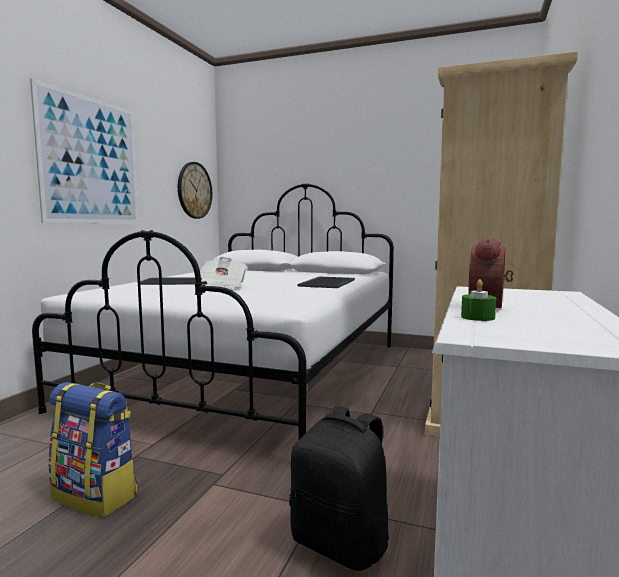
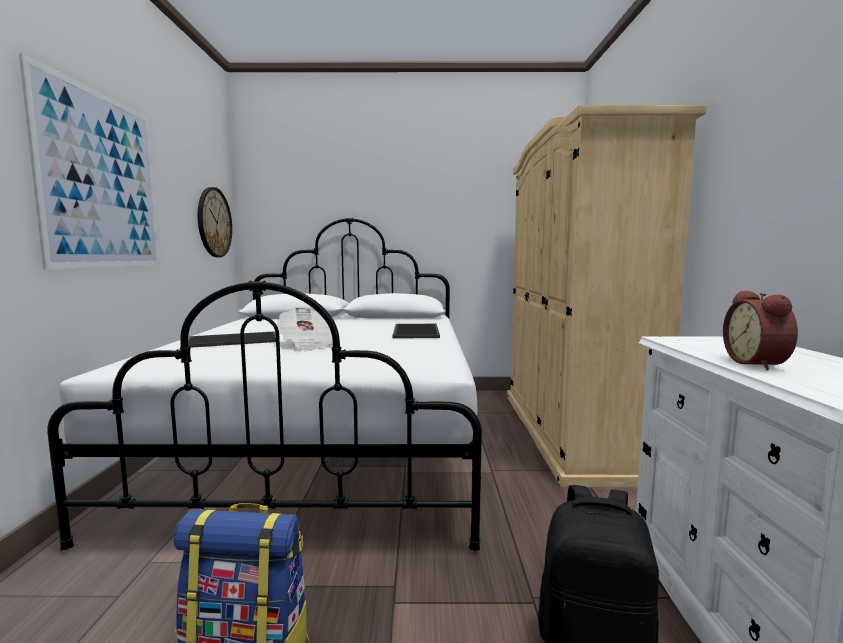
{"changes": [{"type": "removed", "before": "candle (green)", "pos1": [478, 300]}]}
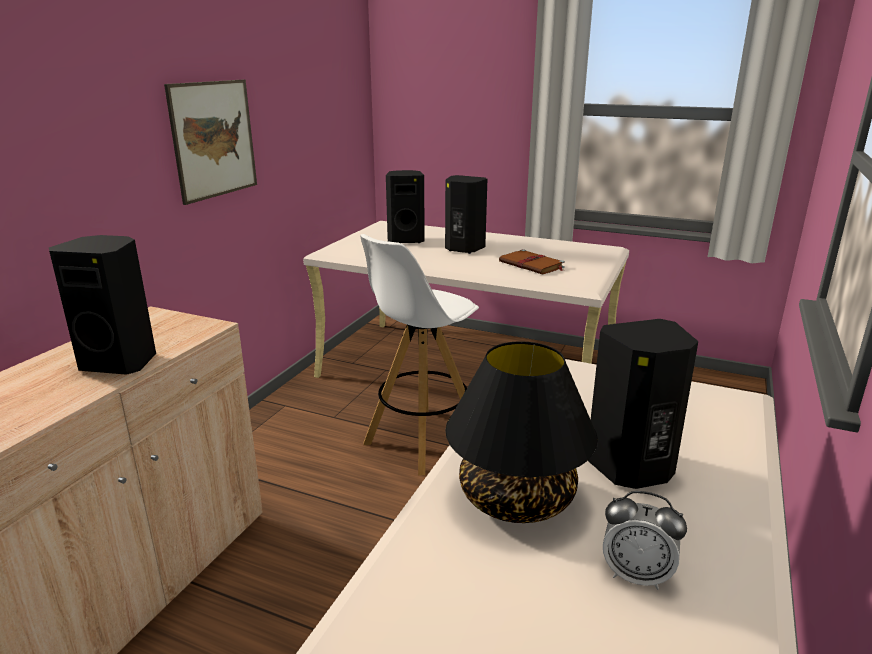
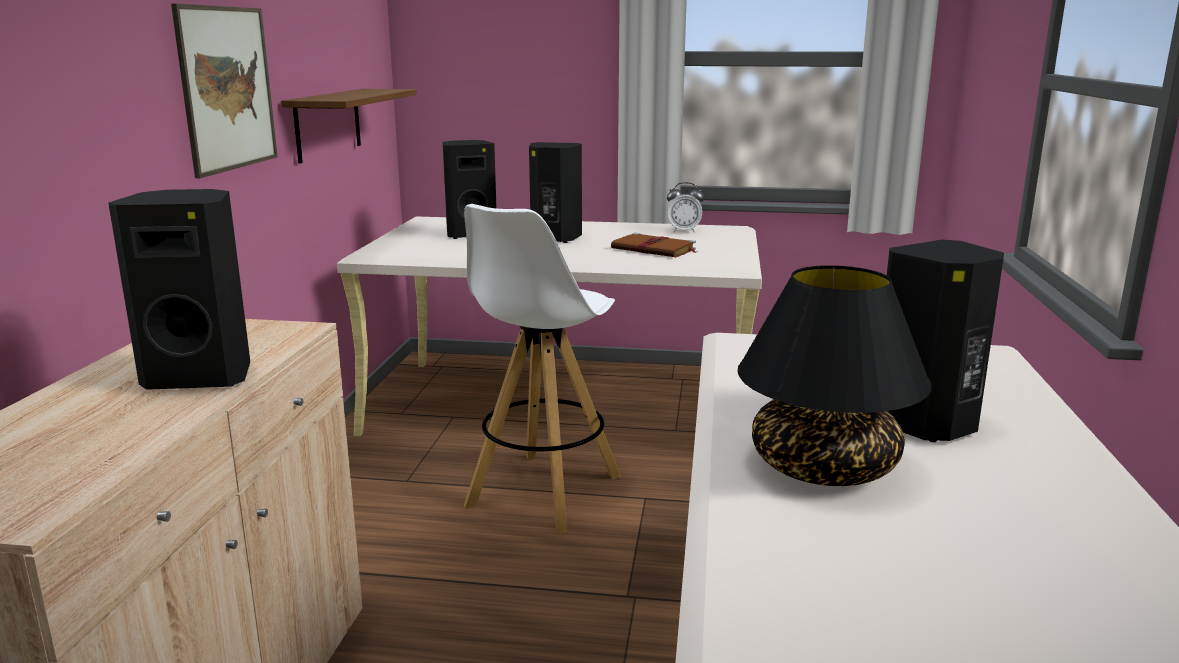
{"changes": [{"type": "added", "after": "shelf", "pos2": [349, 126]}, {"type": "moved", "before": "alarm clock", "pos1": [645, 540], "pos2": [685, 207]}]}
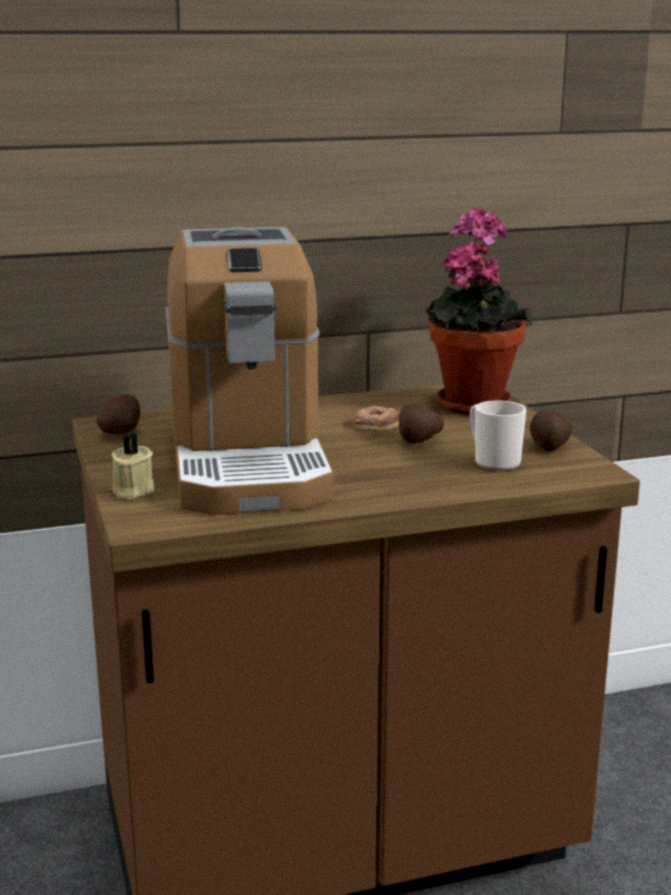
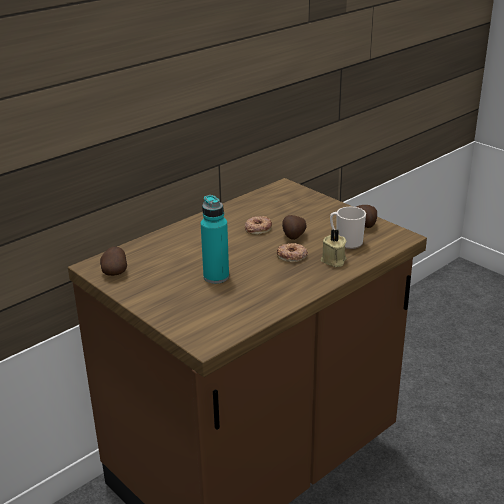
{"changes": [{"type": "replaced", "before": "coffee machine", "after": "bottle (turquoise)", "pos1": [250, 371], "pos2": [215, 239]}, {"type": "added", "after": "donut", "pos2": [292, 252]}, {"type": "moved", "before": "candle (beige)", "pos1": [133, 466], "pos2": [334, 248]}, {"type": "removed", "before": "potted plant", "pos1": [479, 311]}]}
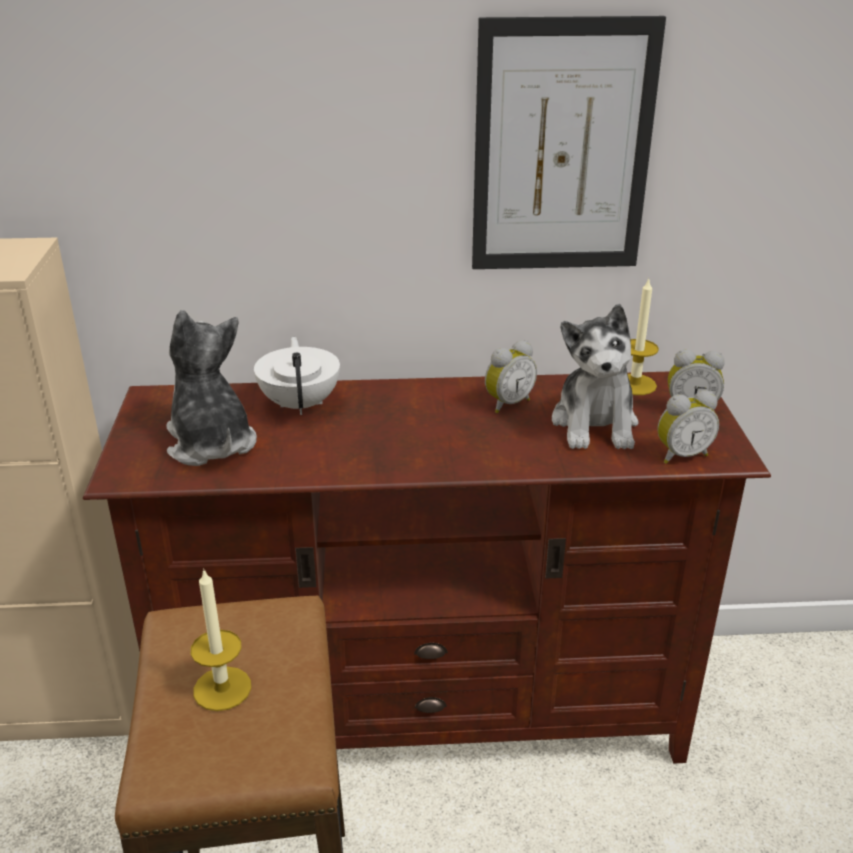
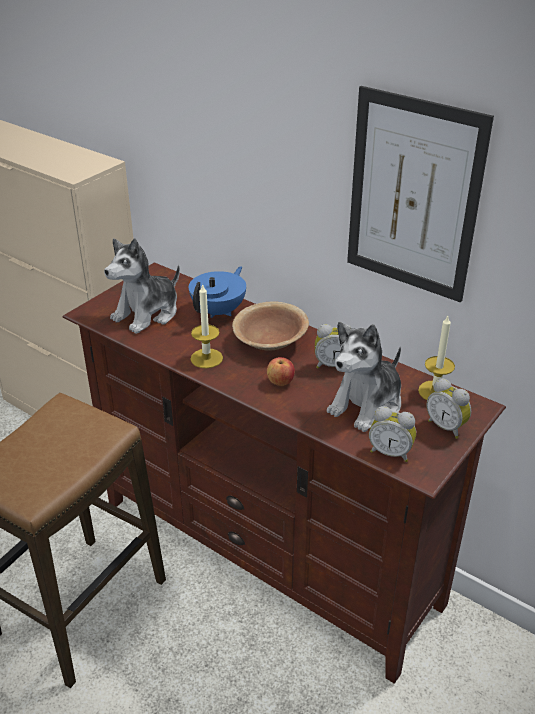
{"changes": [{"type": "turned", "before": "plush toy", "pos1": [211, 388], "pos2": [142, 286], "turn": -150}, {"type": "recoloured", "before": "teapot (white)", "after": "teapot (blue)", "pos1": [297, 376], "pos2": [217, 292]}, {"type": "moved", "before": "candle", "pos1": [221, 639], "pos2": [206, 325]}, {"type": "added", "after": "bowl (brown)", "pos2": [270, 326]}, {"type": "added", "after": "apple", "pos2": [281, 371]}]}
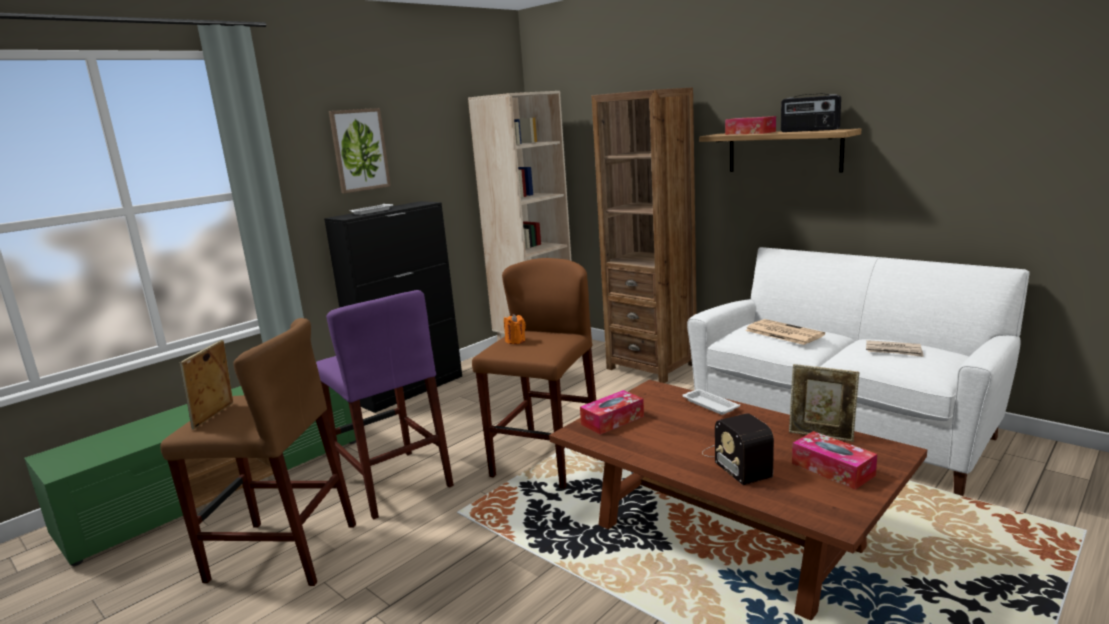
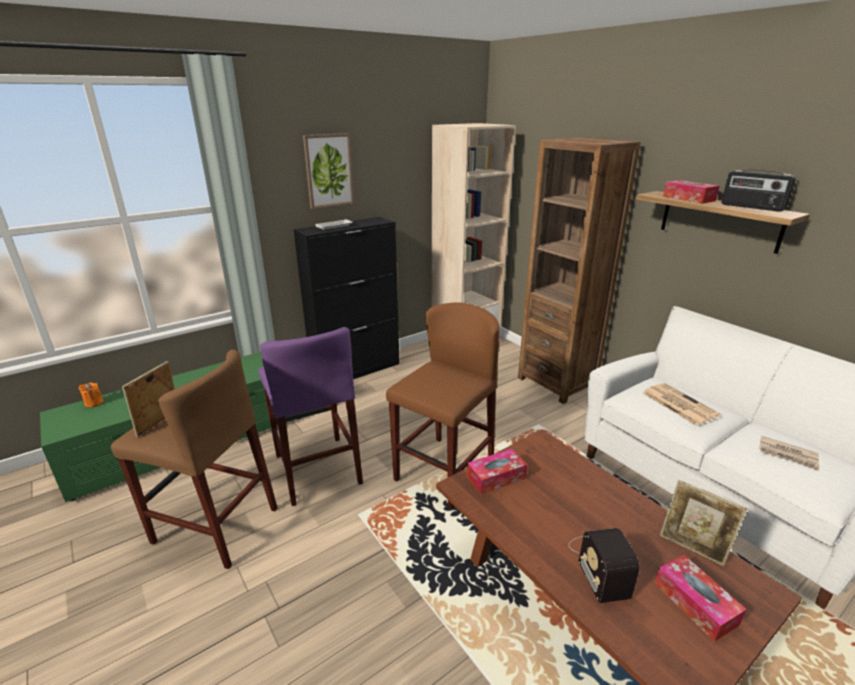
{"changes": [{"type": "moved", "before": "candle (orange)", "pos1": [515, 329], "pos2": [91, 395]}, {"type": "removed", "before": "tray (white)", "pos1": [711, 402]}]}
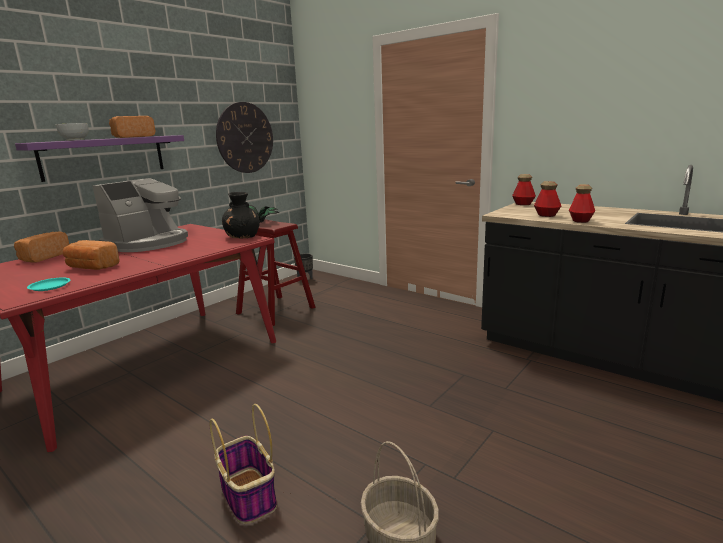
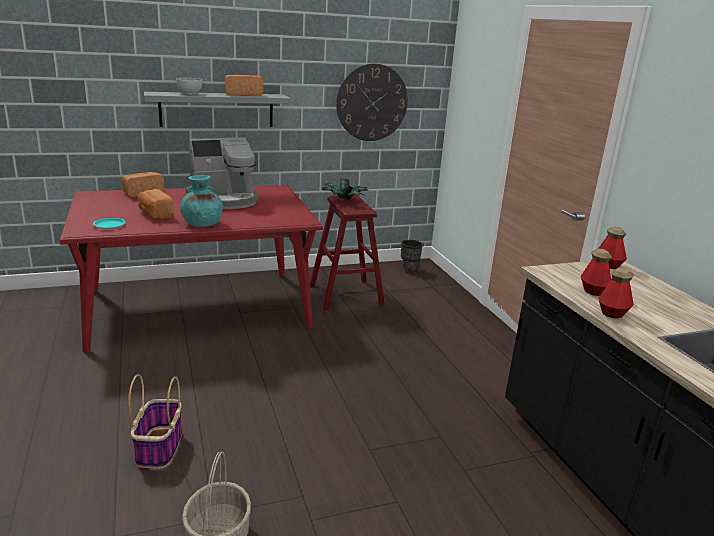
{"changes": [{"type": "recoloured", "before": "shelf (purple)", "after": "shelf (grey)", "pos1": [99, 158], "pos2": [217, 109]}, {"type": "added", "after": "vase (turquoise)", "pos2": [201, 201]}, {"type": "removed", "before": "vase (black)", "pos1": [241, 215]}]}
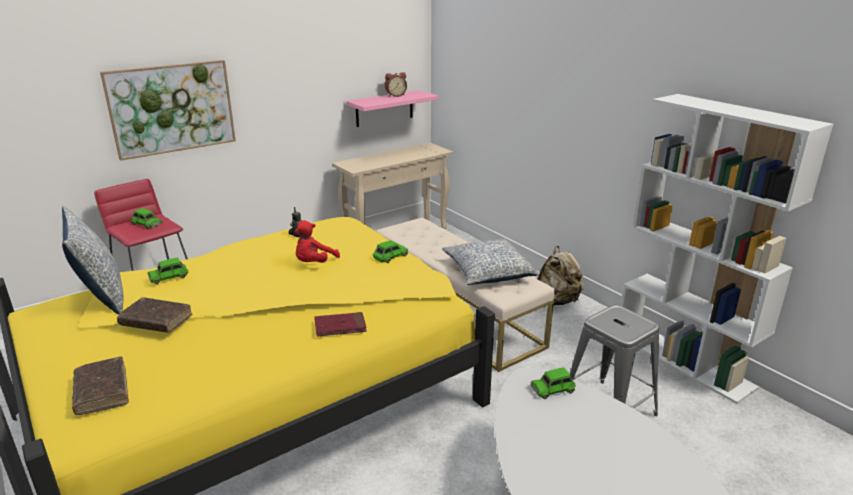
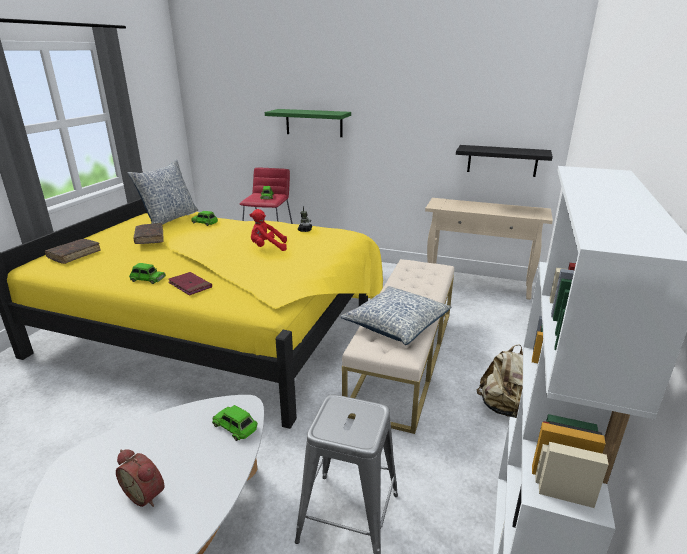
{"changes": [{"type": "moved", "before": "alarm clock", "pos1": [396, 84], "pos2": [140, 478]}, {"type": "moved", "before": "toy car (green)", "pos1": [390, 251], "pos2": [147, 273]}, {"type": "replaced", "before": "picture", "after": "shelf (green)", "pos1": [168, 110], "pos2": [308, 123]}, {"type": "recoloured", "before": "shelf (pink)", "after": "shelf (black)", "pos1": [392, 108], "pos2": [504, 161]}]}
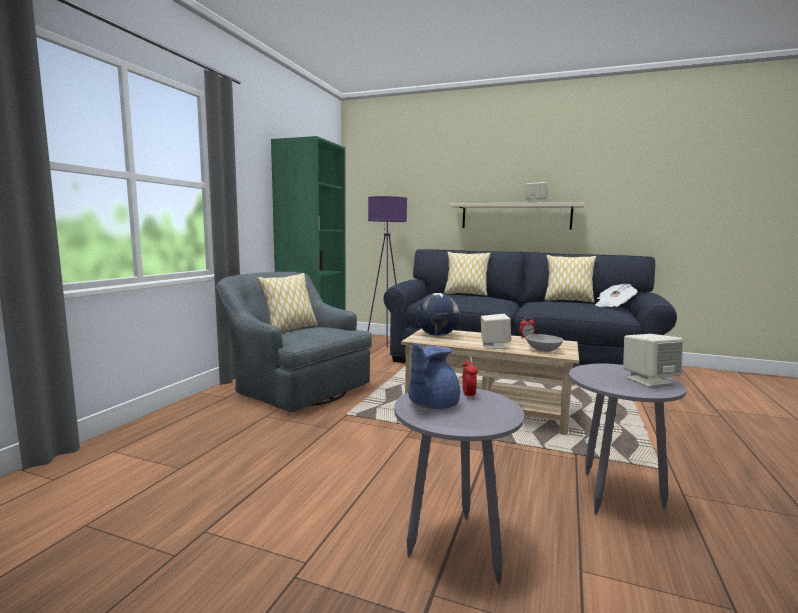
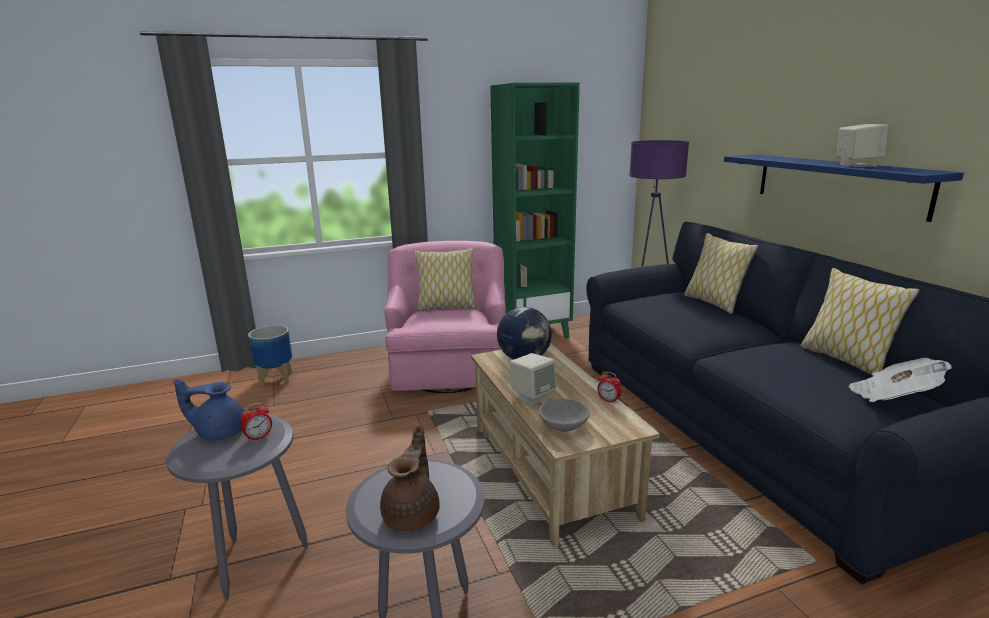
{"changes": [{"type": "added", "after": "planter", "pos2": [270, 356]}, {"type": "replaced", "before": "speaker (beige)", "after": "teapot (brown)", "pos1": [653, 360], "pos2": [410, 479]}, {"type": "recoloured", "before": "armchair (grey)", "after": "armchair (pink)", "pos1": [294, 342], "pos2": [445, 317]}, {"type": "recoloured", "before": "shelf (beige)", "after": "shelf (blue)", "pos1": [517, 215], "pos2": [844, 188]}]}
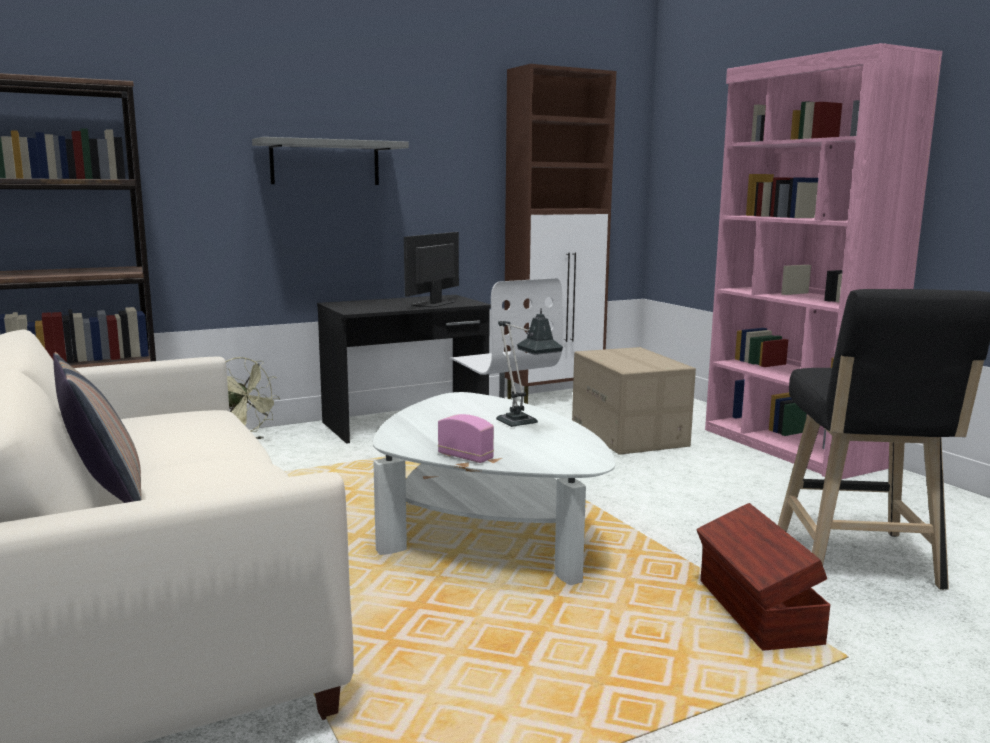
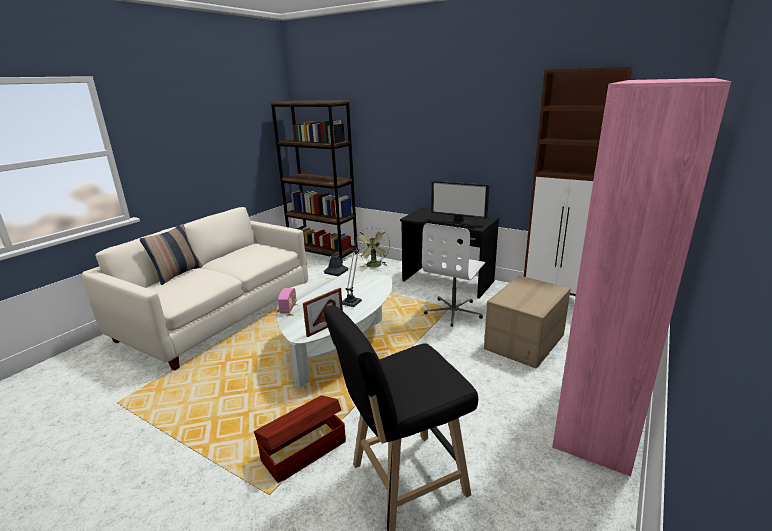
{"changes": [{"type": "added", "after": "picture frame", "pos2": [323, 312]}, {"type": "turned", "before": "monitor", "pos1": [431, 270], "pos2": [460, 203], "turn": -150}, {"type": "removed", "before": "shelf (grey)", "pos1": [330, 161]}]}
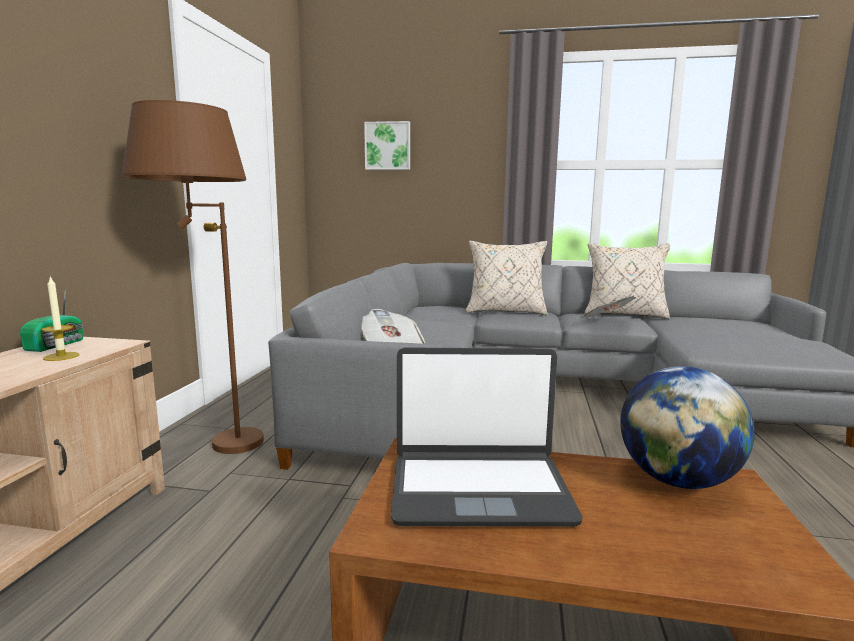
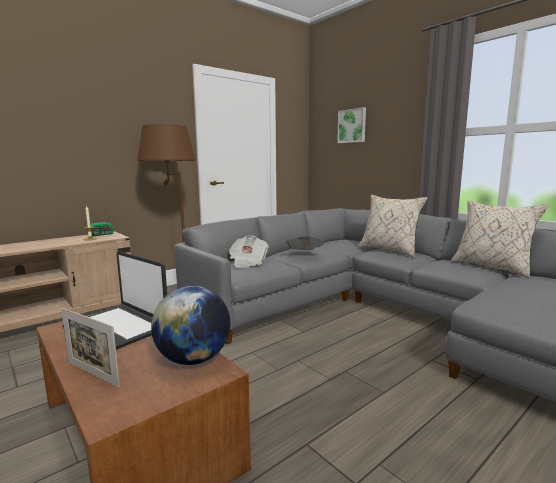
{"changes": [{"type": "added", "after": "picture frame", "pos2": [90, 348]}, {"type": "moved", "before": "newspaper", "pos1": [608, 307], "pos2": [304, 243]}]}
